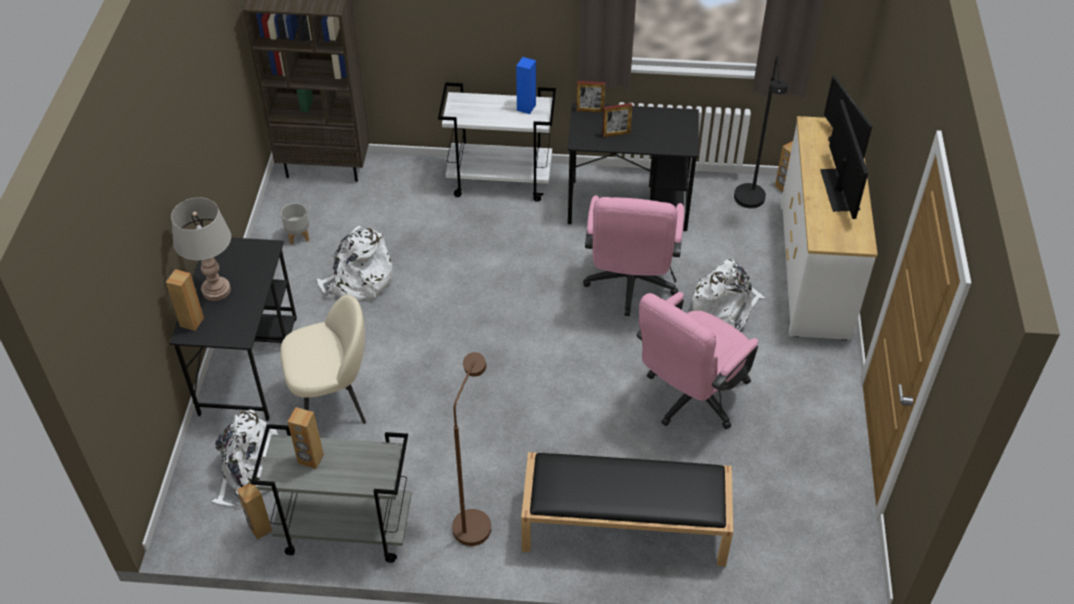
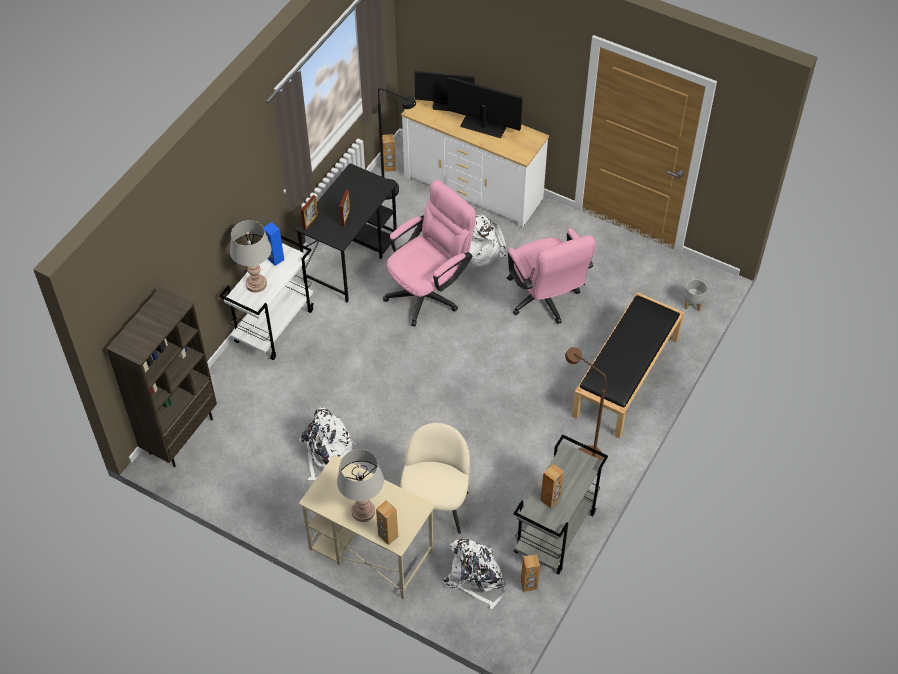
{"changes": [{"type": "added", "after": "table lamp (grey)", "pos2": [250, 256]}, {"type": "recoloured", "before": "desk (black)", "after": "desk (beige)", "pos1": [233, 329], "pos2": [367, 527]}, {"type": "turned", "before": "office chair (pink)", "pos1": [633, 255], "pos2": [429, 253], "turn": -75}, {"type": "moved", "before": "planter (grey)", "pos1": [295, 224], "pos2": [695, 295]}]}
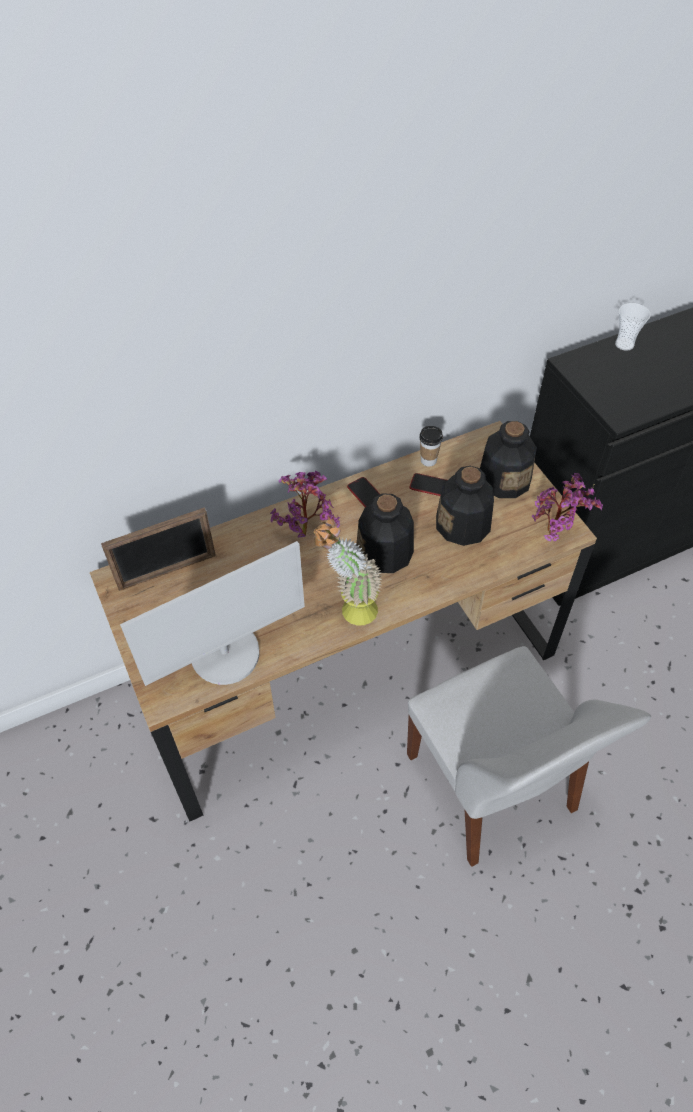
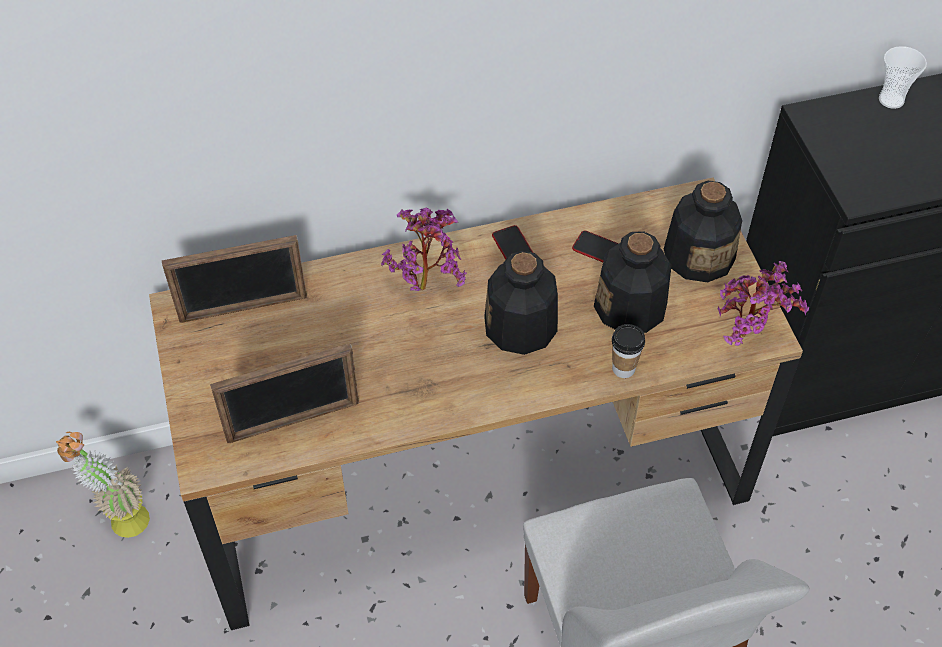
{"changes": [{"type": "moved", "before": "potted plant", "pos1": [348, 572], "pos2": [103, 485]}, {"type": "replaced", "before": "monitor", "after": "picture frame", "pos1": [212, 613], "pos2": [284, 393]}, {"type": "moved", "before": "cup", "pos1": [431, 446], "pos2": [628, 351]}]}
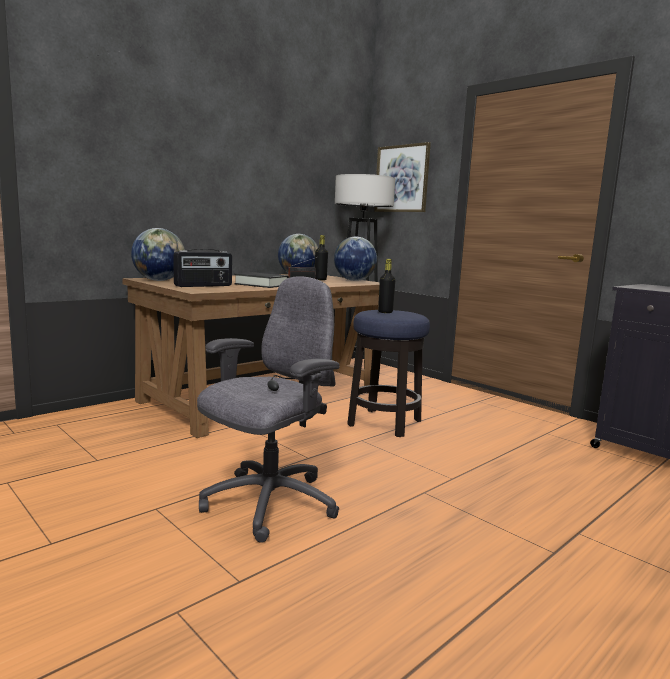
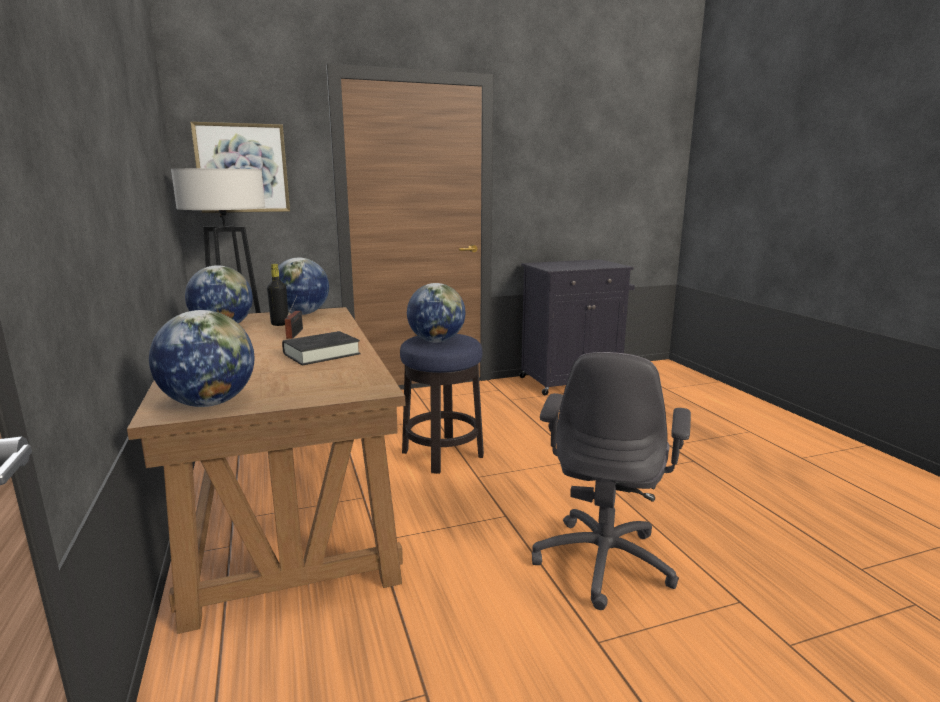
{"changes": [{"type": "replaced", "before": "bottle (black)", "after": "globe", "pos1": [386, 286], "pos2": [436, 312]}, {"type": "turned", "before": "office chair (grey)", "pos1": [268, 409], "pos2": [611, 481], "turn": -135}, {"type": "removed", "before": "radio", "pos1": [202, 268]}]}
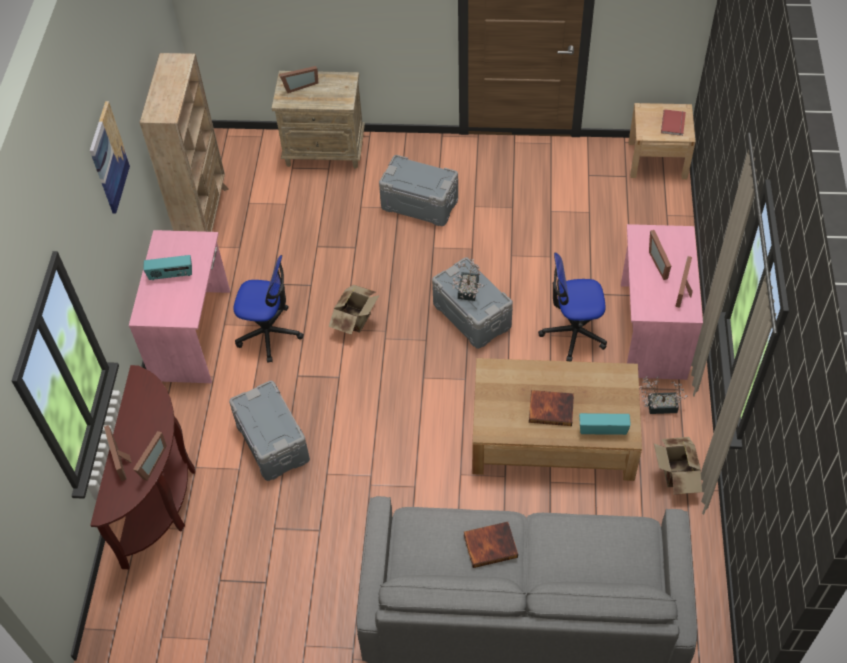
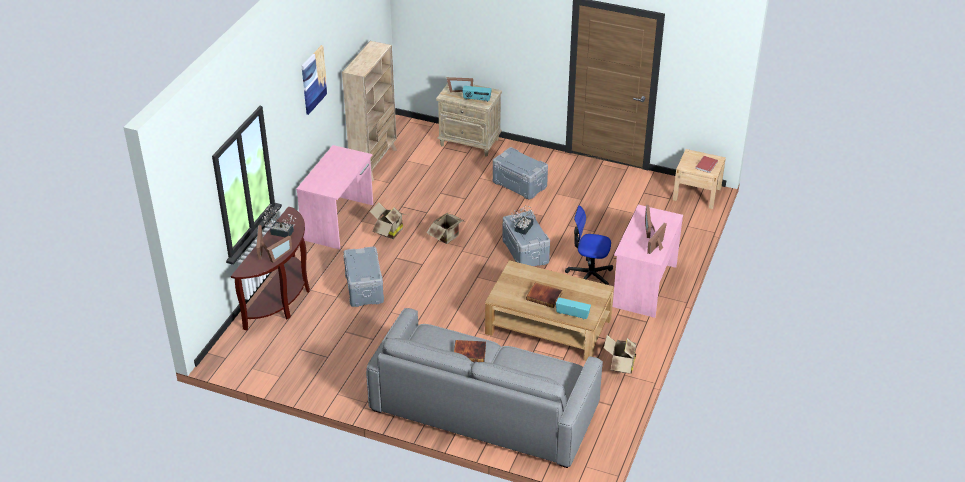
{"changes": [{"type": "moved", "before": "potted plant", "pos1": [663, 395], "pos2": [279, 220]}, {"type": "replaced", "before": "office chair", "after": "cardboard box", "pos1": [268, 309], "pos2": [388, 220]}, {"type": "moved", "before": "radio", "pos1": [168, 267], "pos2": [477, 94]}]}
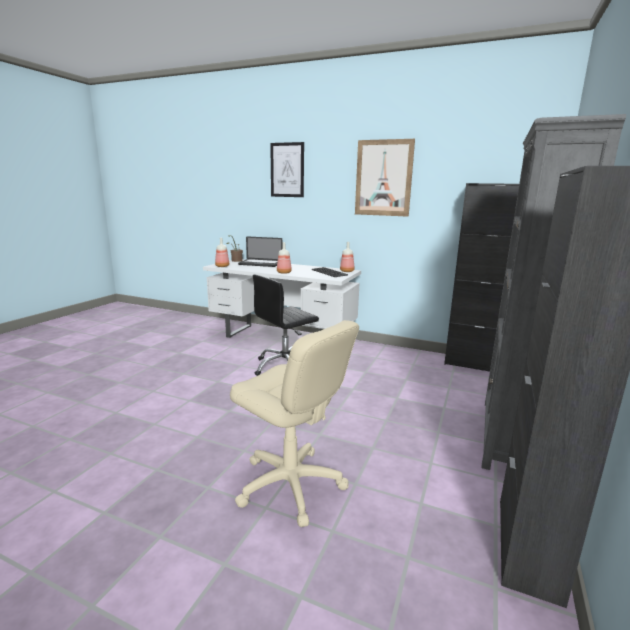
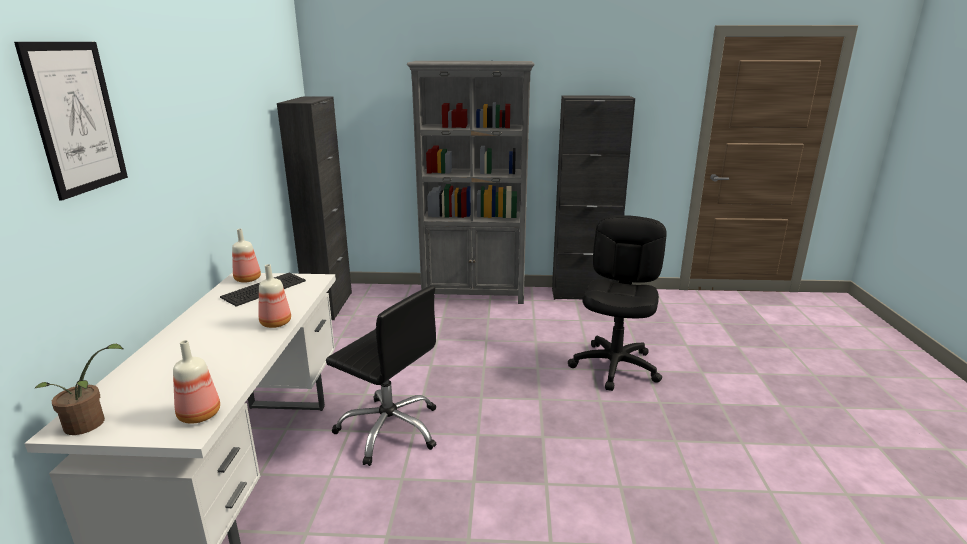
{"changes": [{"type": "recoloured", "before": "office chair (beige)", "after": "office chair (black)", "pos1": [294, 423], "pos2": [617, 303]}, {"type": "removed", "before": "laptop", "pos1": [260, 251]}, {"type": "removed", "before": "picture", "pos1": [385, 178]}]}
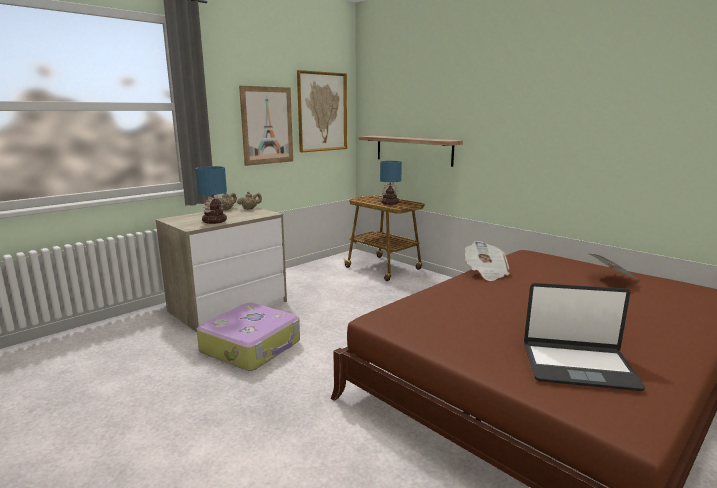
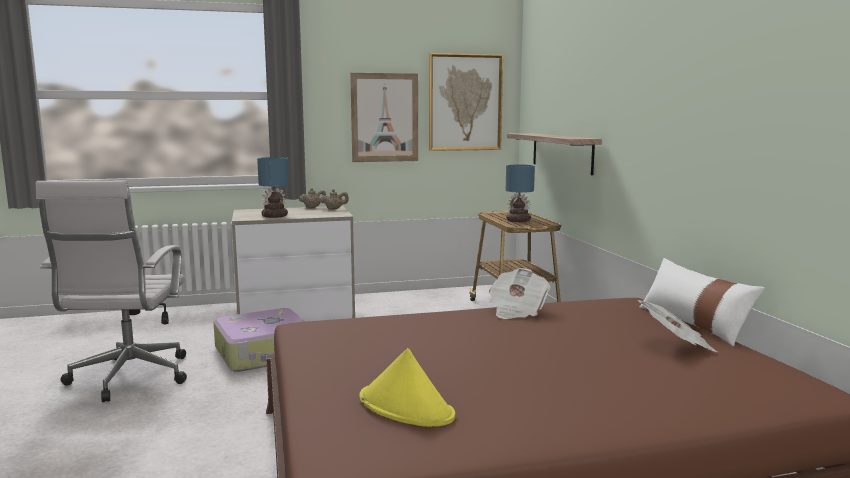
{"changes": [{"type": "added", "after": "office chair (white)", "pos2": [111, 291]}, {"type": "replaced", "before": "laptop", "after": "hat (yellow)", "pos1": [584, 337], "pos2": [407, 387]}, {"type": "added", "after": "pillow (white)", "pos2": [702, 302]}]}
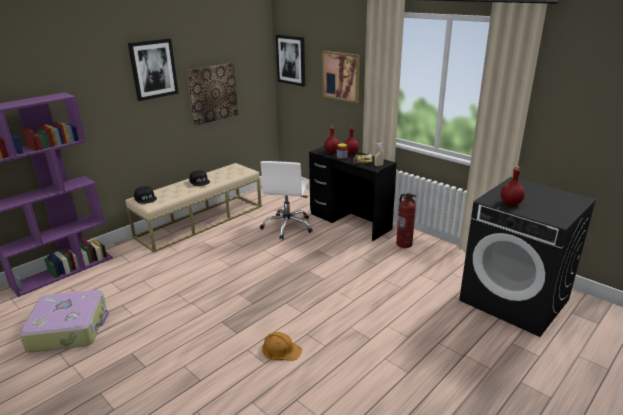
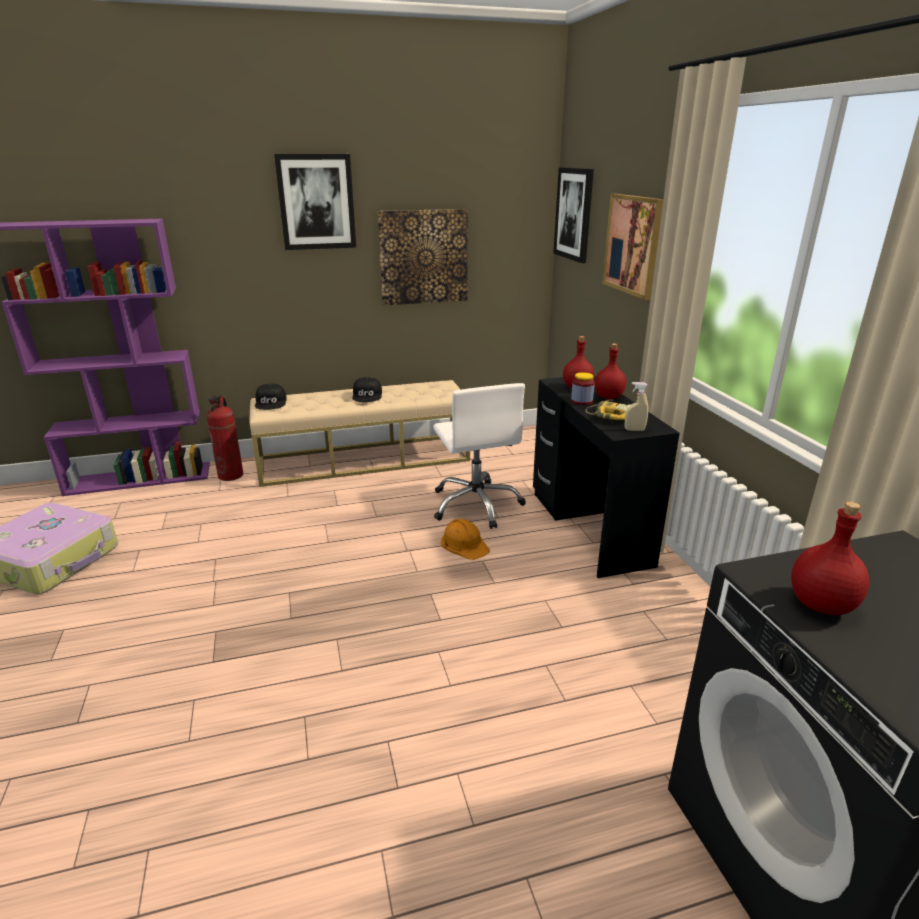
{"changes": [{"type": "moved", "before": "fire extinguisher", "pos1": [406, 220], "pos2": [224, 438]}, {"type": "turned", "before": "office chair (white)", "pos1": [286, 200], "pos2": [479, 456], "turn": -60}, {"type": "moved", "before": "hard hat (orange)", "pos1": [282, 346], "pos2": [465, 539]}]}
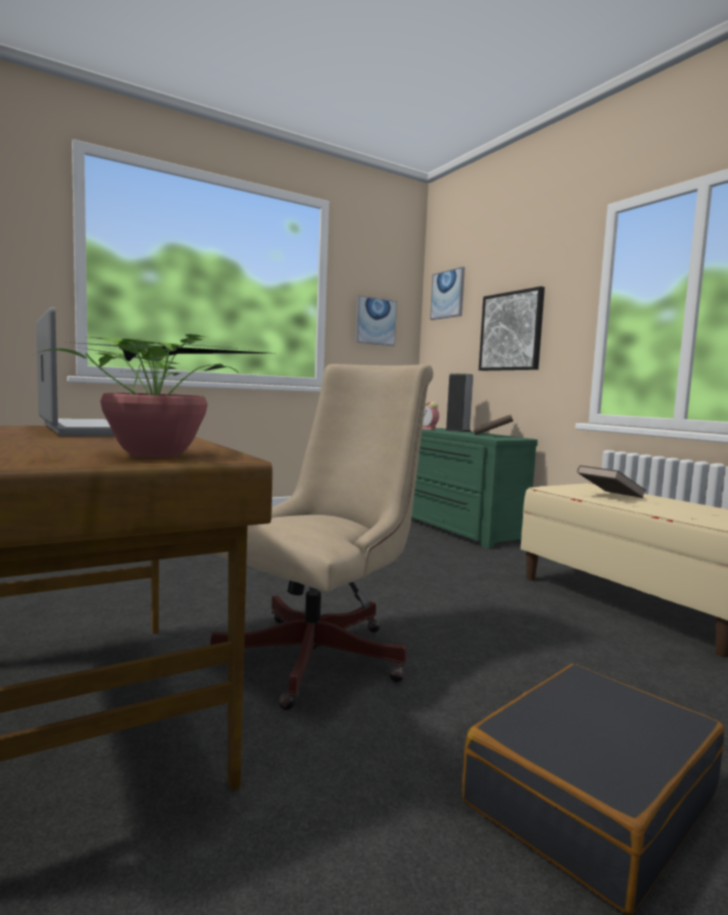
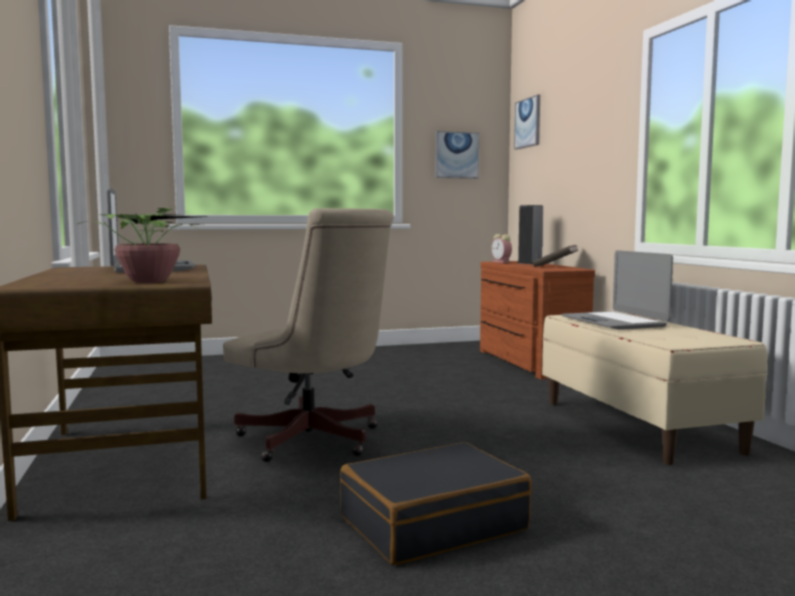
{"changes": [{"type": "turned", "before": "office chair (beige)", "pos1": [321, 537], "pos2": [308, 335], "turn": 75}, {"type": "recoloured", "before": "dresser (green)", "after": "dresser (brown)", "pos1": [475, 488], "pos2": [537, 320]}, {"type": "replaced", "before": "book (brown)", "after": "laptop", "pos1": [611, 481], "pos2": [617, 290]}, {"type": "removed", "before": "picture", "pos1": [512, 328]}]}
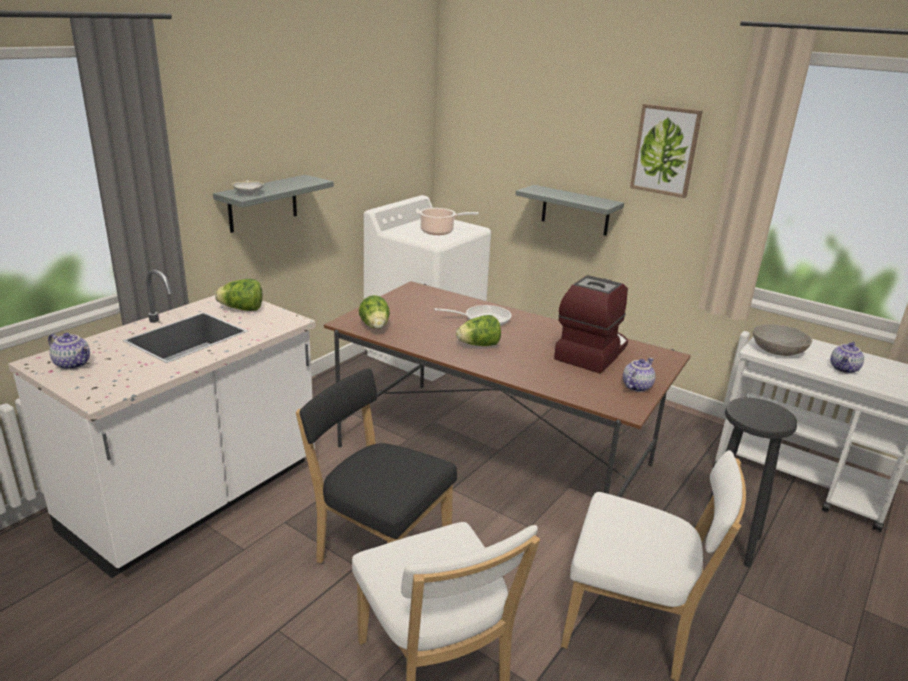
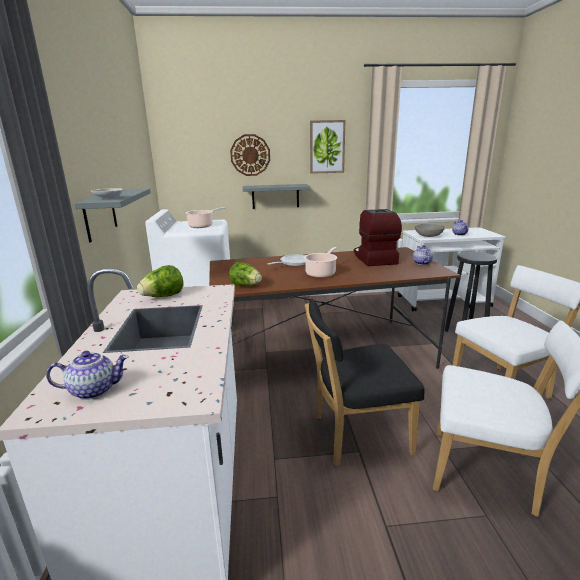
{"changes": [{"type": "added", "after": "wall clock", "pos2": [250, 155]}, {"type": "replaced", "before": "lettuce", "after": "cooking pot", "pos1": [478, 330], "pos2": [320, 262]}]}
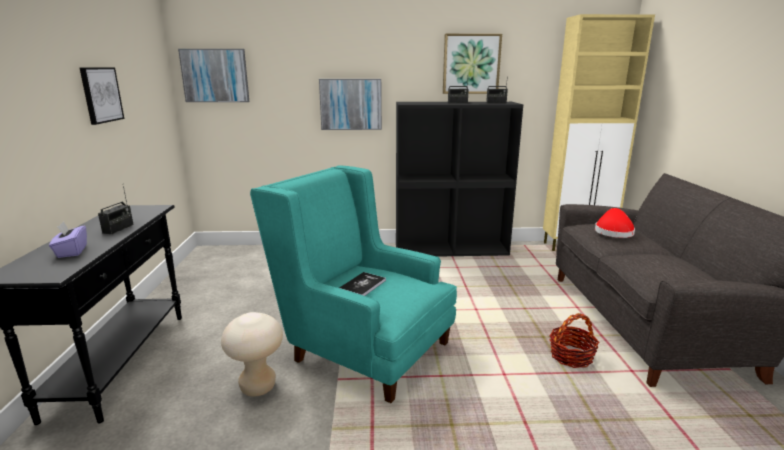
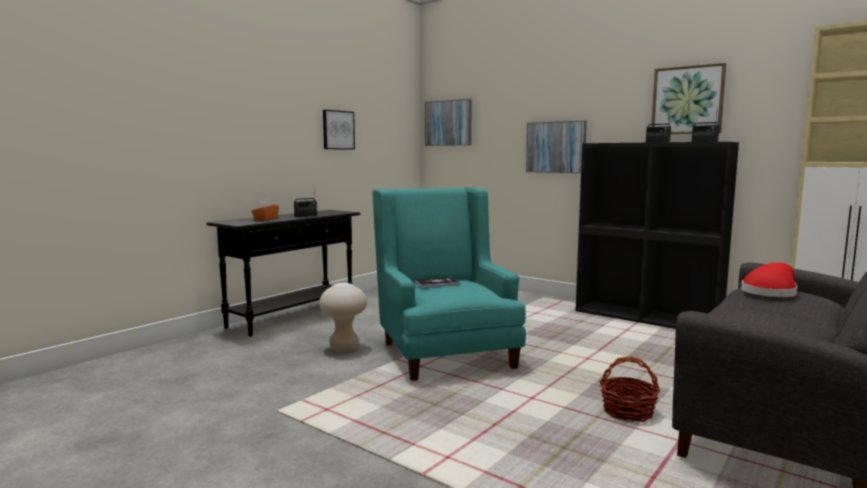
{"changes": [{"type": "recoloured", "before": "tissue box (purple)", "after": "tissue box (orange)", "pos1": [68, 239], "pos2": [265, 210]}]}
